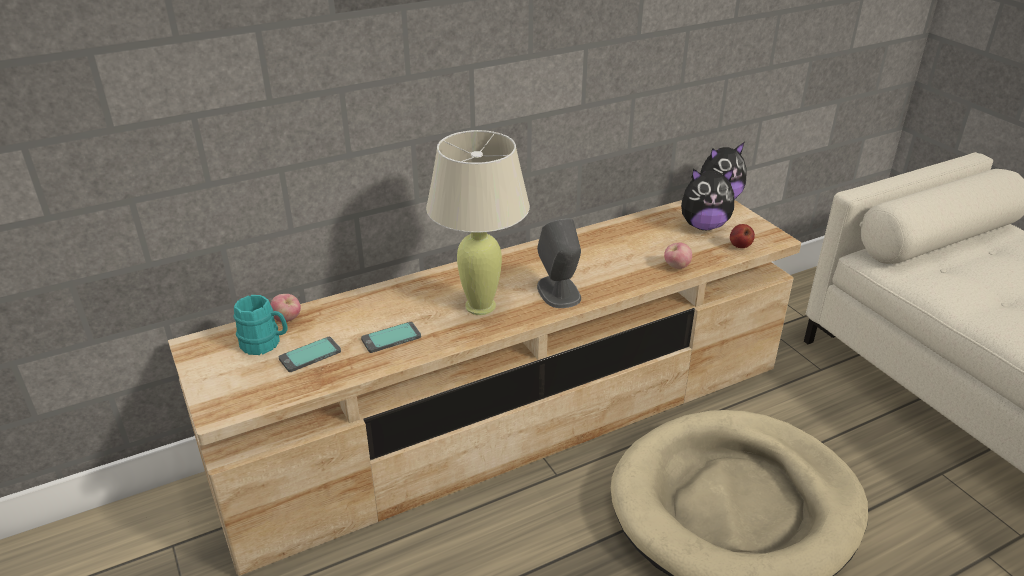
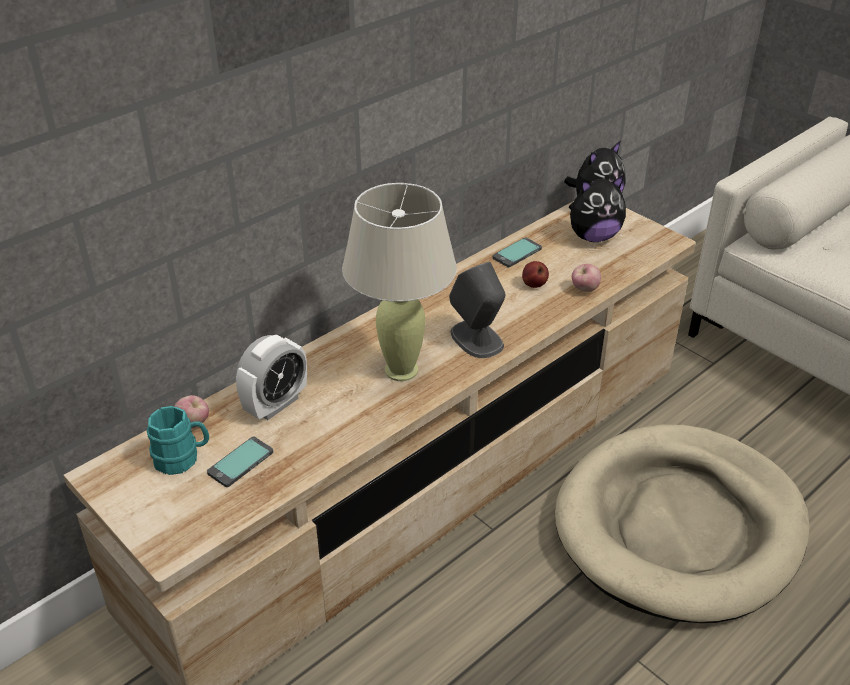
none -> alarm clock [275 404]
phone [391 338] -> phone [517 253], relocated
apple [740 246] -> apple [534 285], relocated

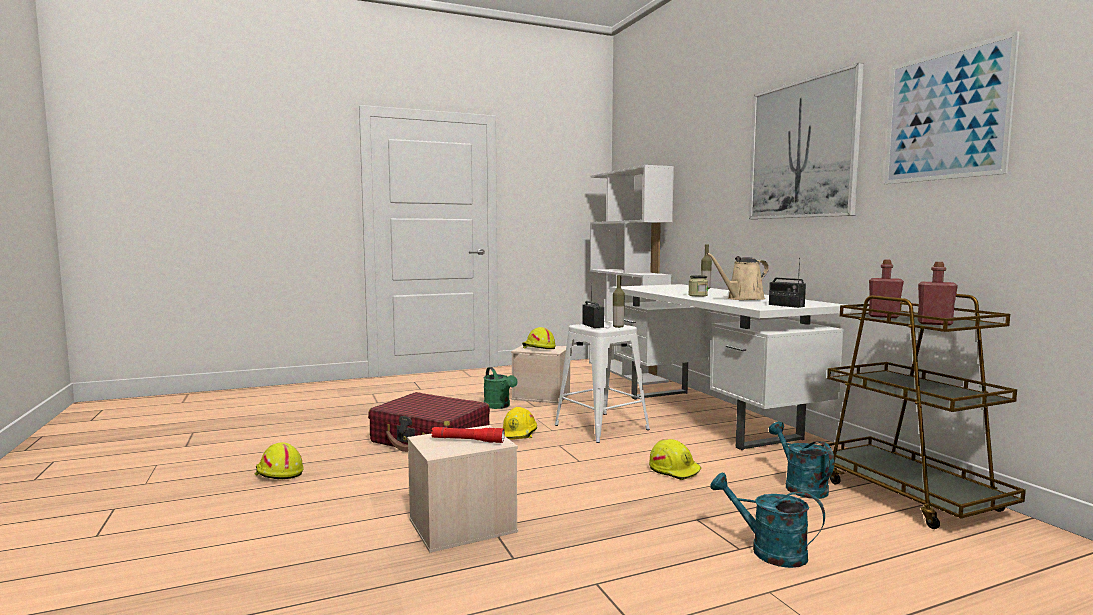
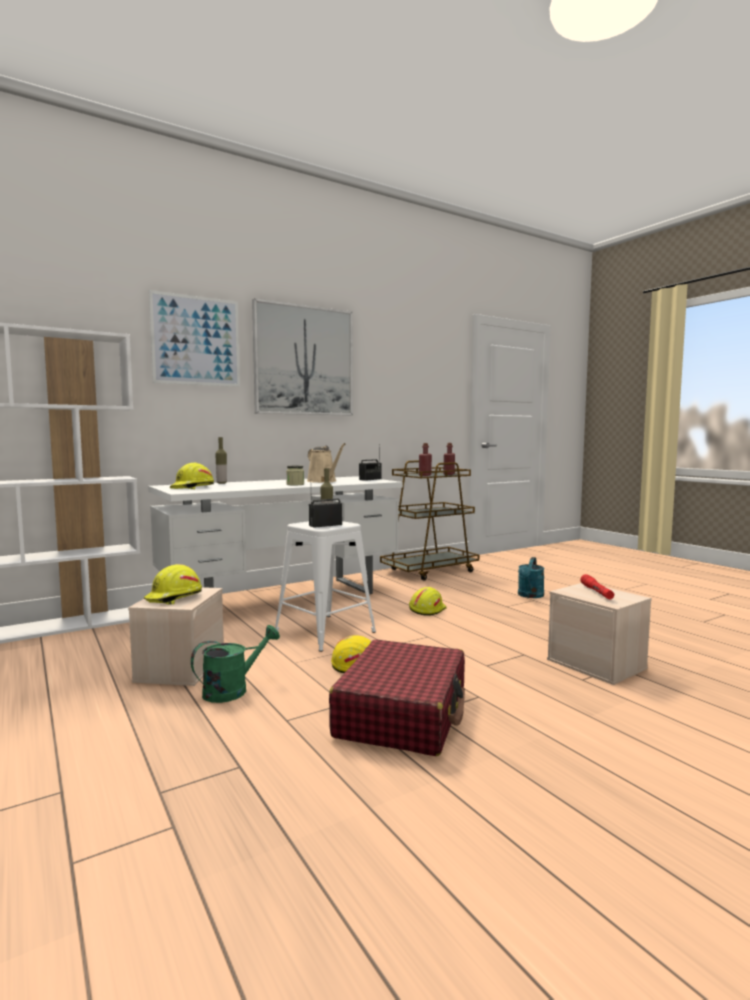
picture [945 115] -> picture [196 341], relocated
yellow hard hat [278 473] -> yellow hard hat [193 488], relocated
turquoise watering can [800 486] -> none

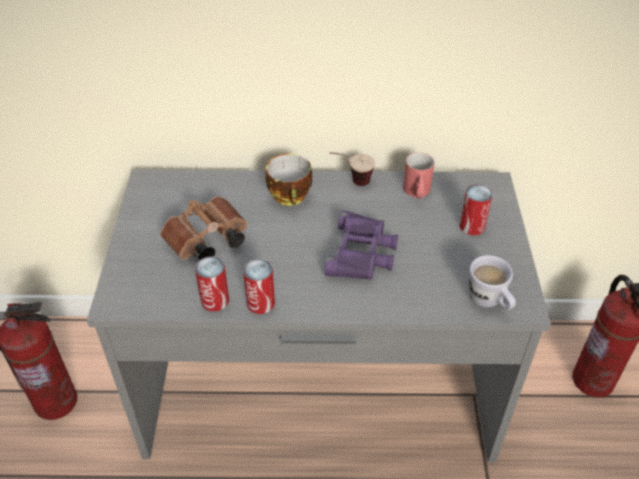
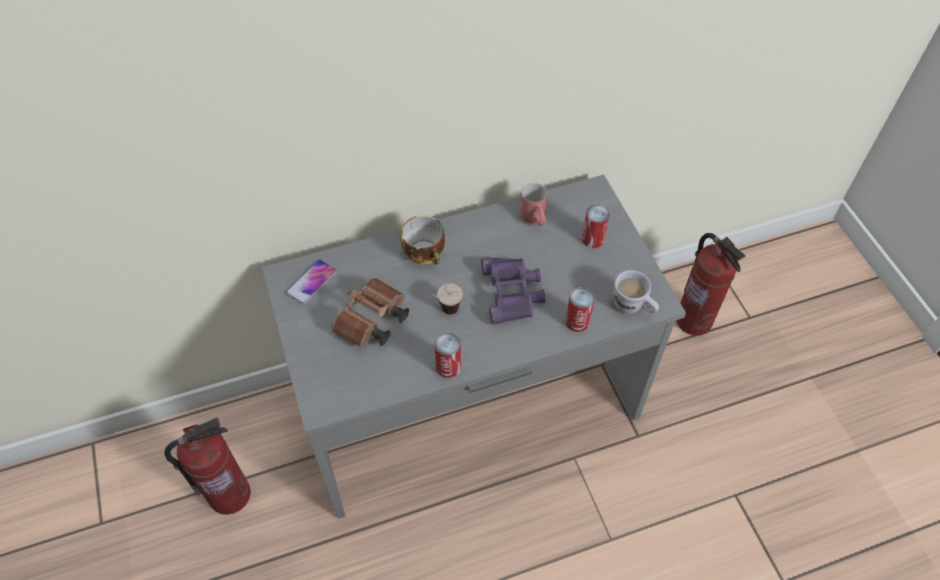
none -> phone [311 282]
cup [351 182] -> cup [441 312], relocated
can [215 300] -> can [577 321], relocated

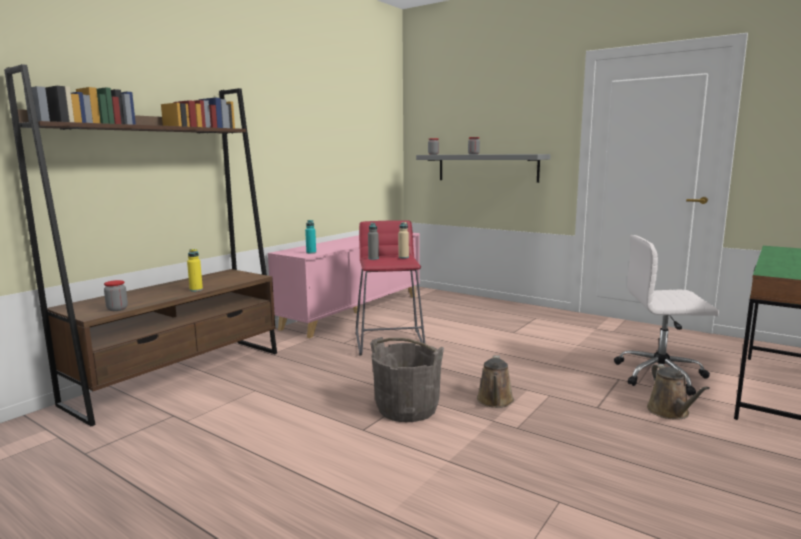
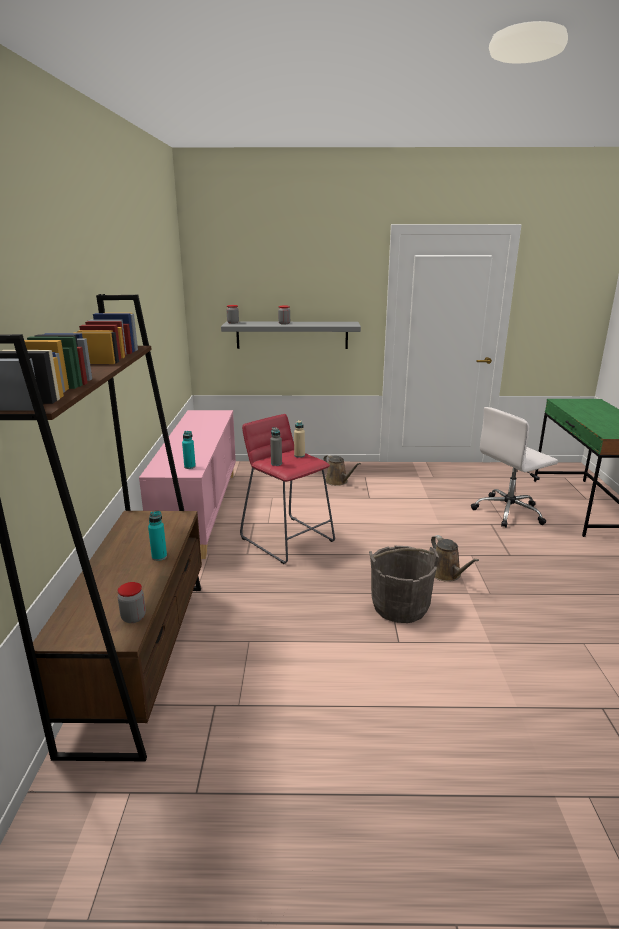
yellow bottle [196 290] -> turquoise bottle [159 557]
brown watering can [670 412] -> brown watering can [338 482], relocated

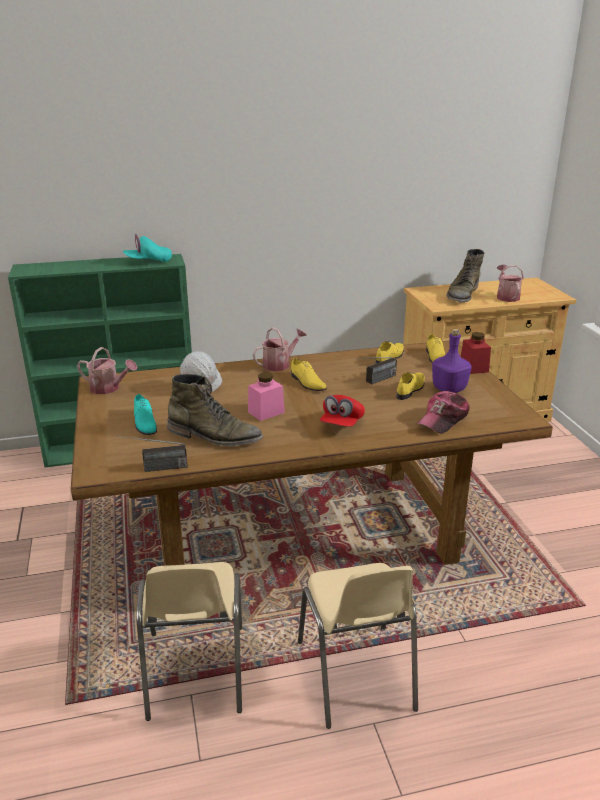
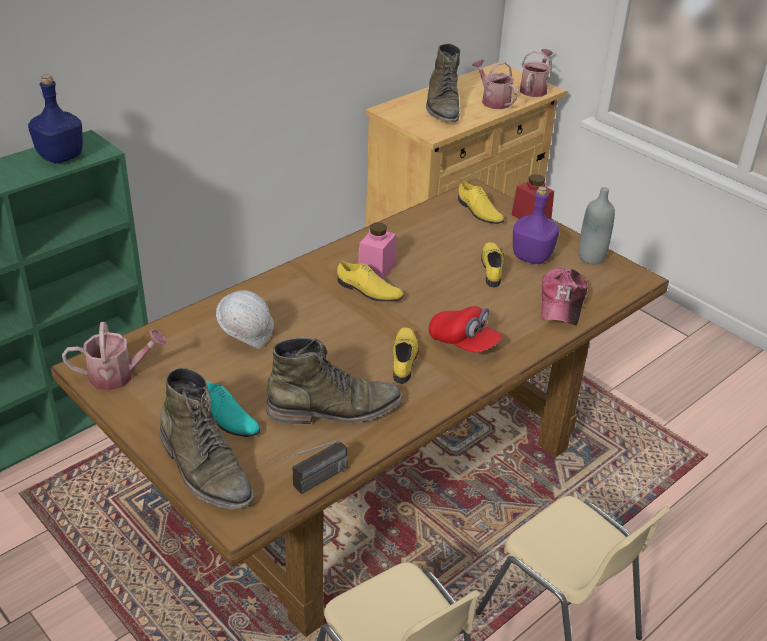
turquoise cap [148 262] -> blue bottle [61 157]
none -> green boot [205 469]
pink jar [266 412] -> pink jar [376 268], relocated
yellow shoe [390 357] -> yellow shoe [405 358], relocated
red cap [342 424] -> red cap [463 343], 45 degrees counterclockwise
watering can [279 364] -> watering can [534 89], relocated
none -> grey bottle [591 257]
radio [375 381] -> none

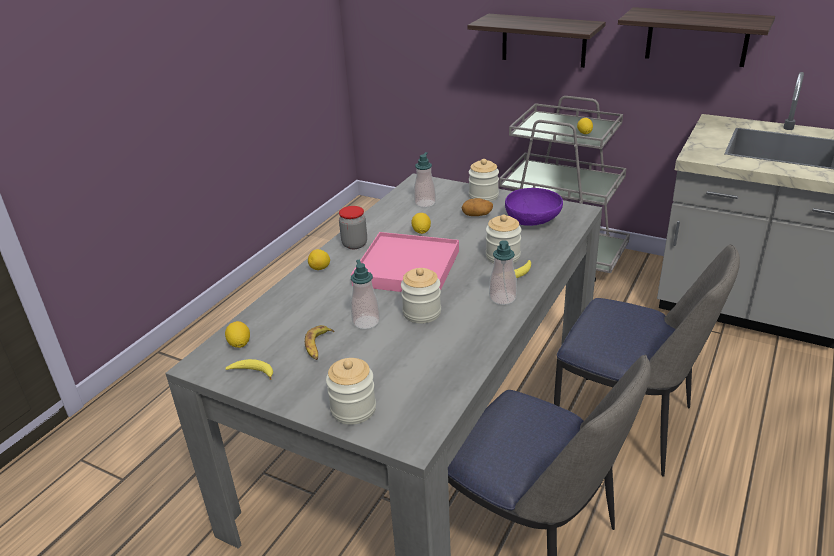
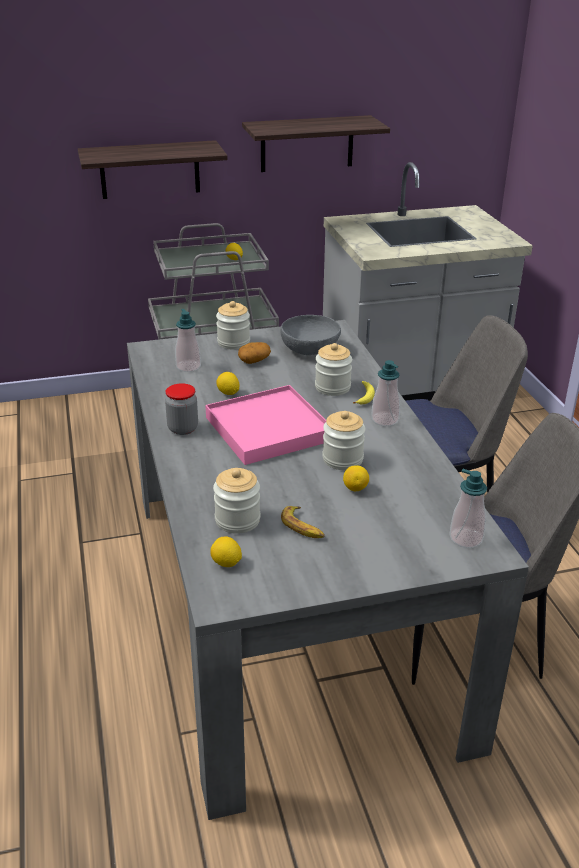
jar [353 409] -> jar [237 520], relocated
purple bowl [533 221] -> grey bowl [310 350]
lemon [320 268] -> lemon [355 488], relocated
soap dispenser [366 322] -> soap dispenser [466 538], relocated
banana [252 372] -> none

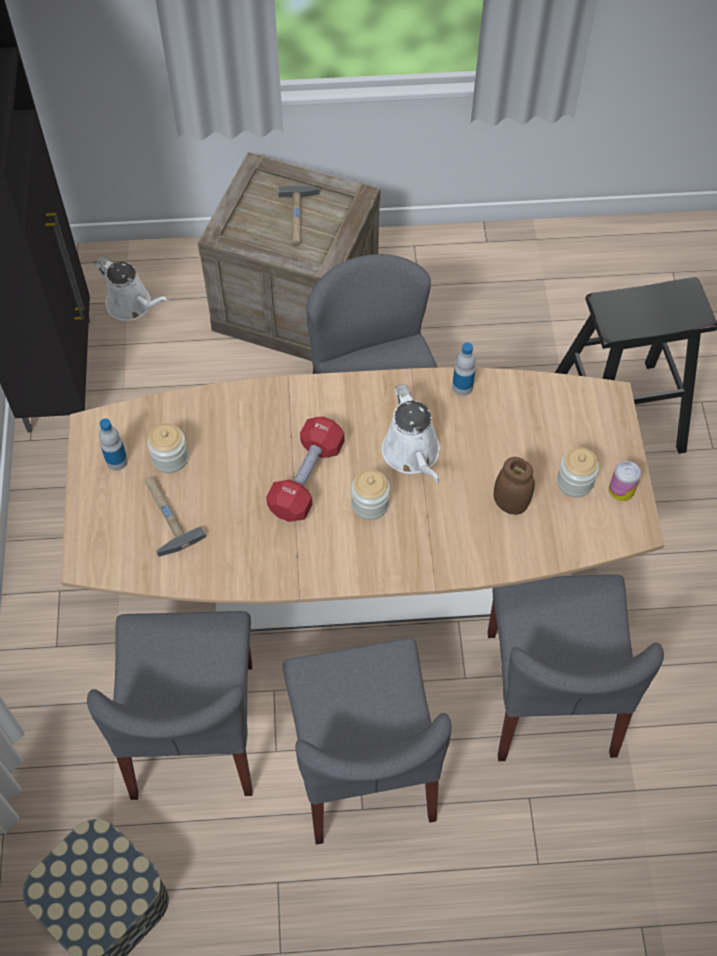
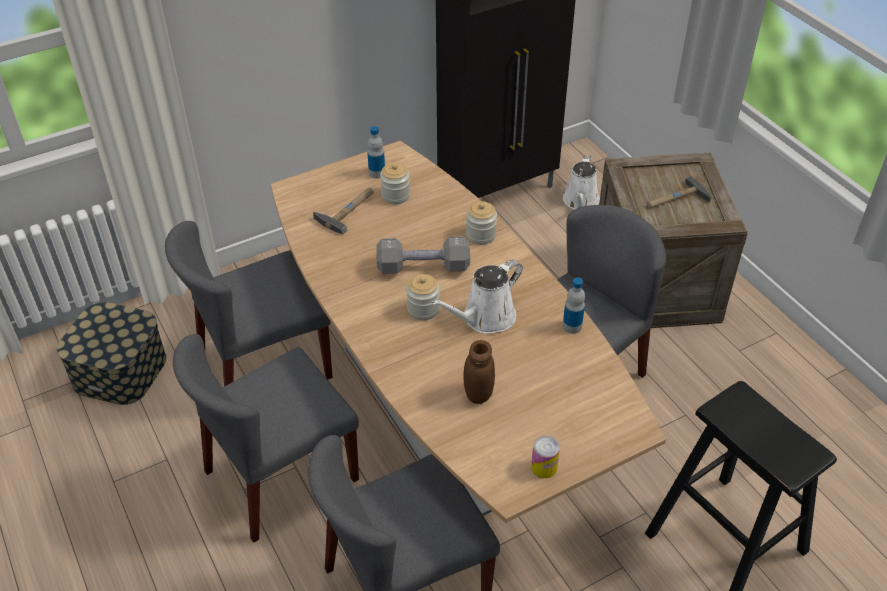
red dumbbell [306 478] -> grey dumbbell [423 267]
jar [575 482] -> jar [481 235], relocated

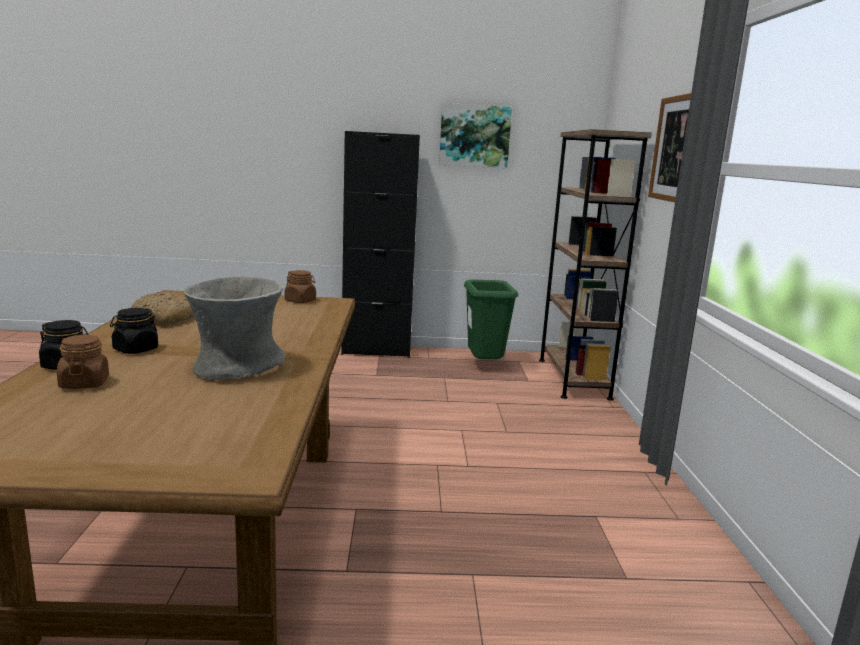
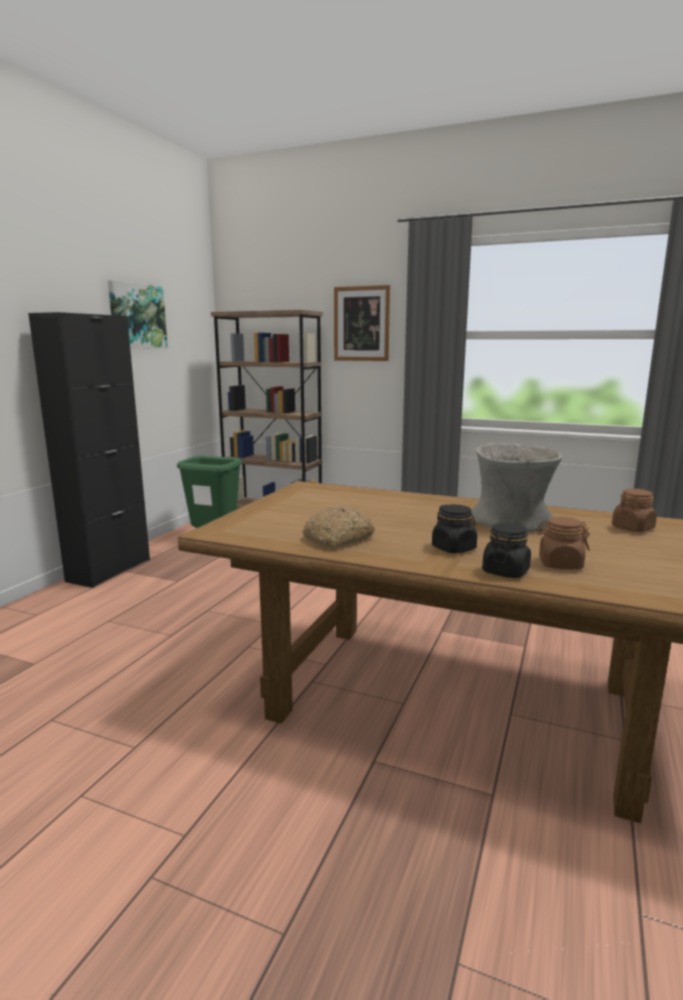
brown jar [300 301] -> brown jar [632 528], relocated

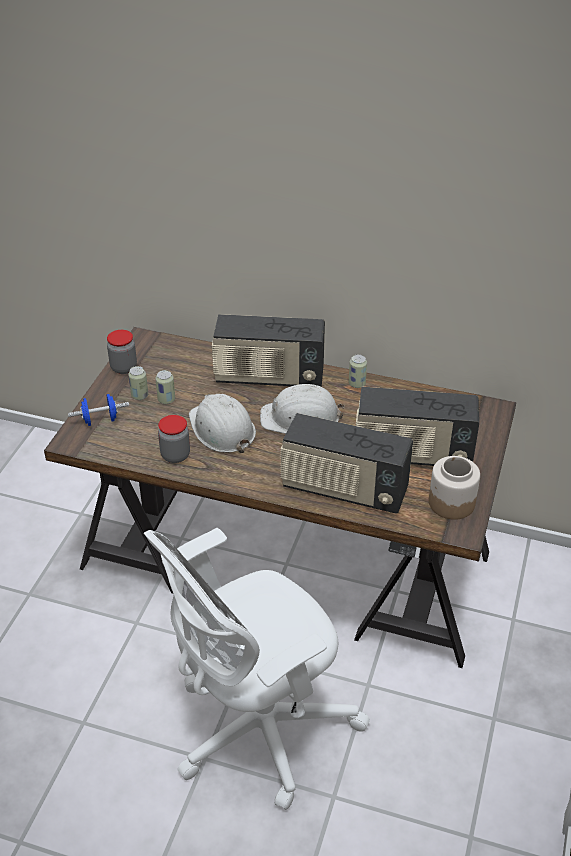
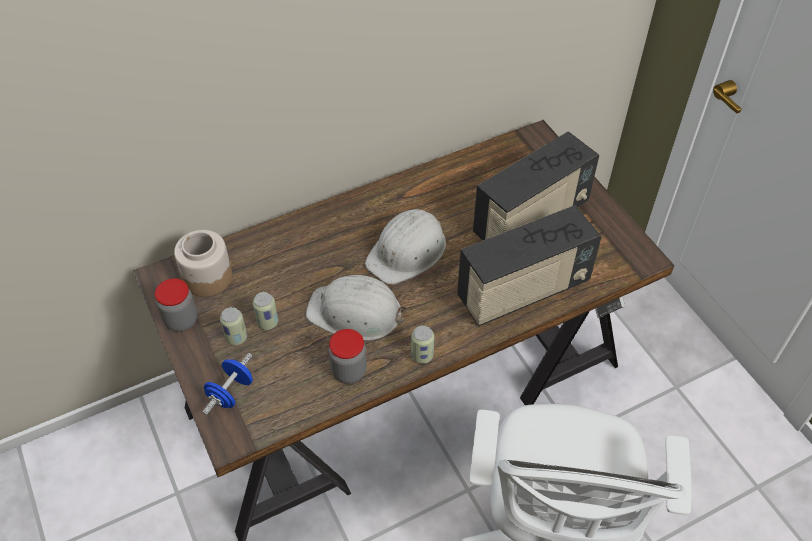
jar [451 502] -> jar [207 277], relocated
can [357 384] -> can [422 356], relocated
radio [269 377] -> none

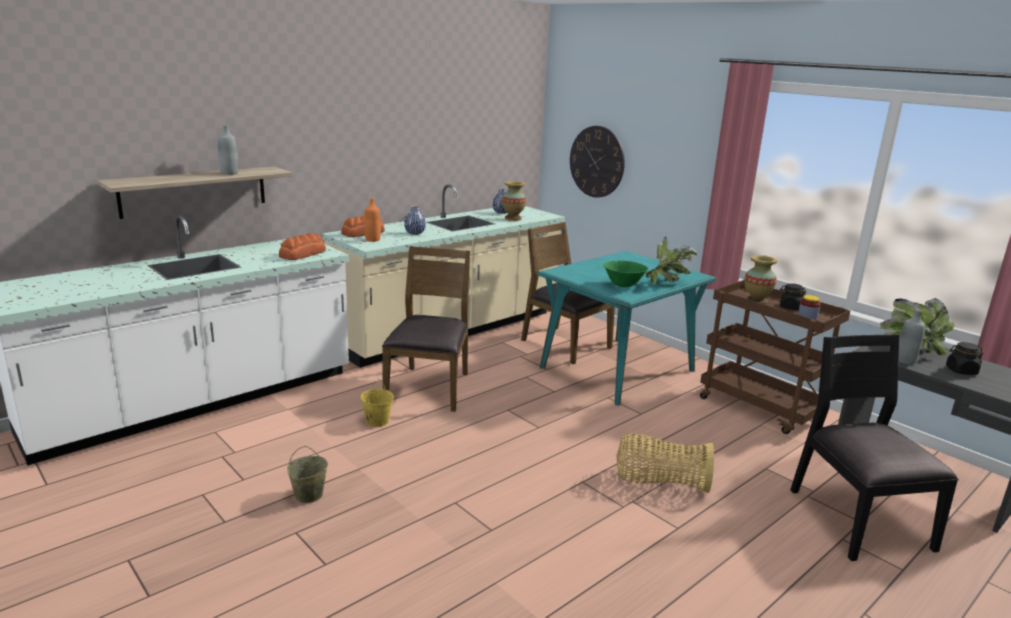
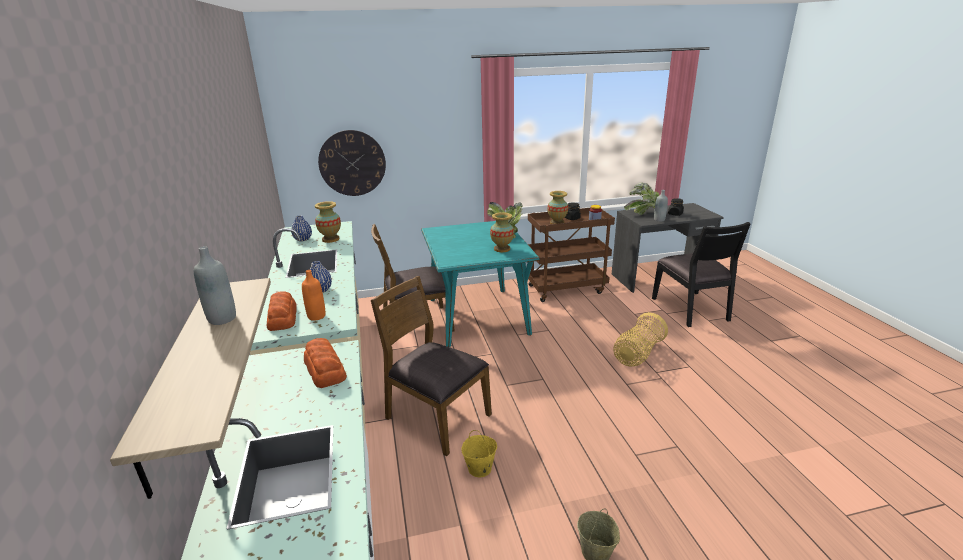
green bowl [623 286] -> vase [502 249]
black chair [856 518] -> black chair [691 309], 120 degrees counterclockwise

